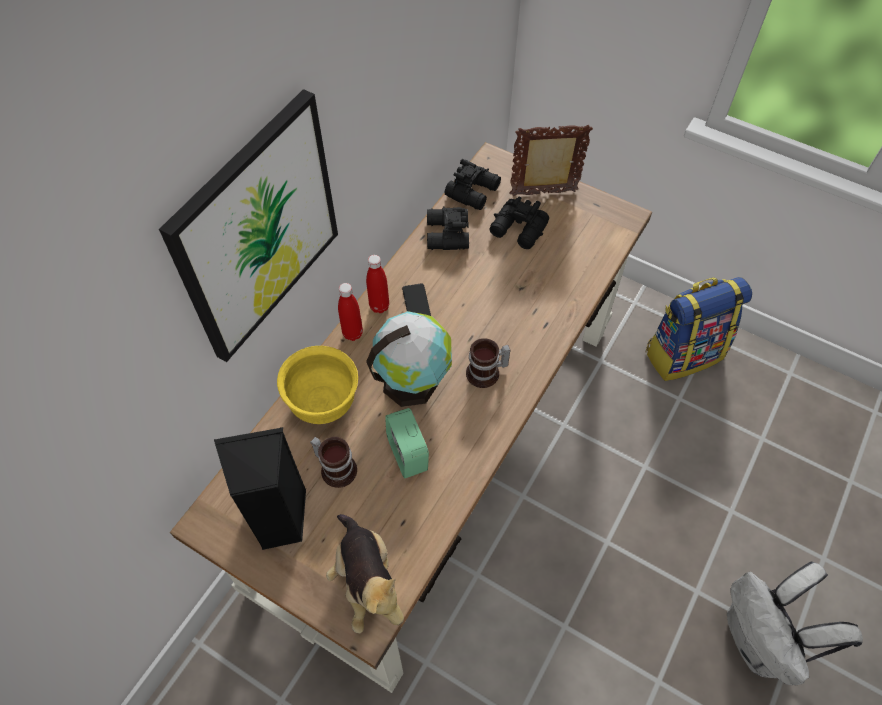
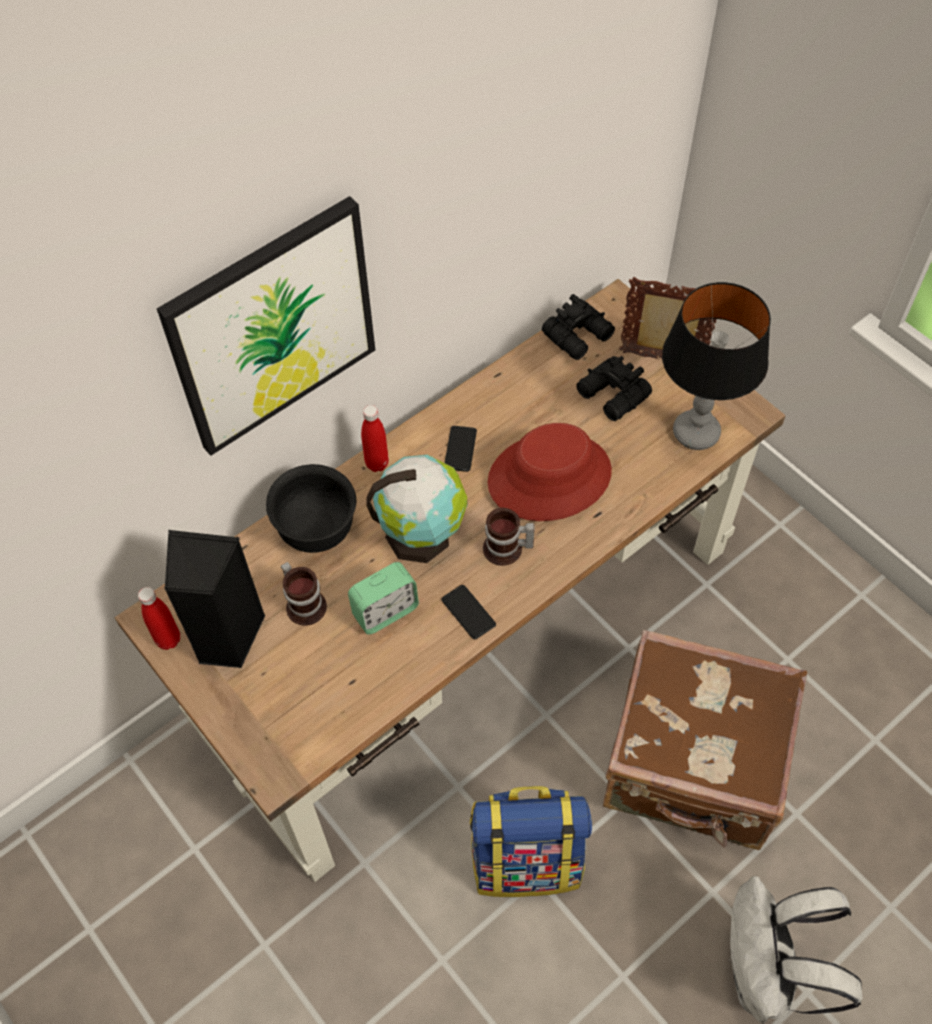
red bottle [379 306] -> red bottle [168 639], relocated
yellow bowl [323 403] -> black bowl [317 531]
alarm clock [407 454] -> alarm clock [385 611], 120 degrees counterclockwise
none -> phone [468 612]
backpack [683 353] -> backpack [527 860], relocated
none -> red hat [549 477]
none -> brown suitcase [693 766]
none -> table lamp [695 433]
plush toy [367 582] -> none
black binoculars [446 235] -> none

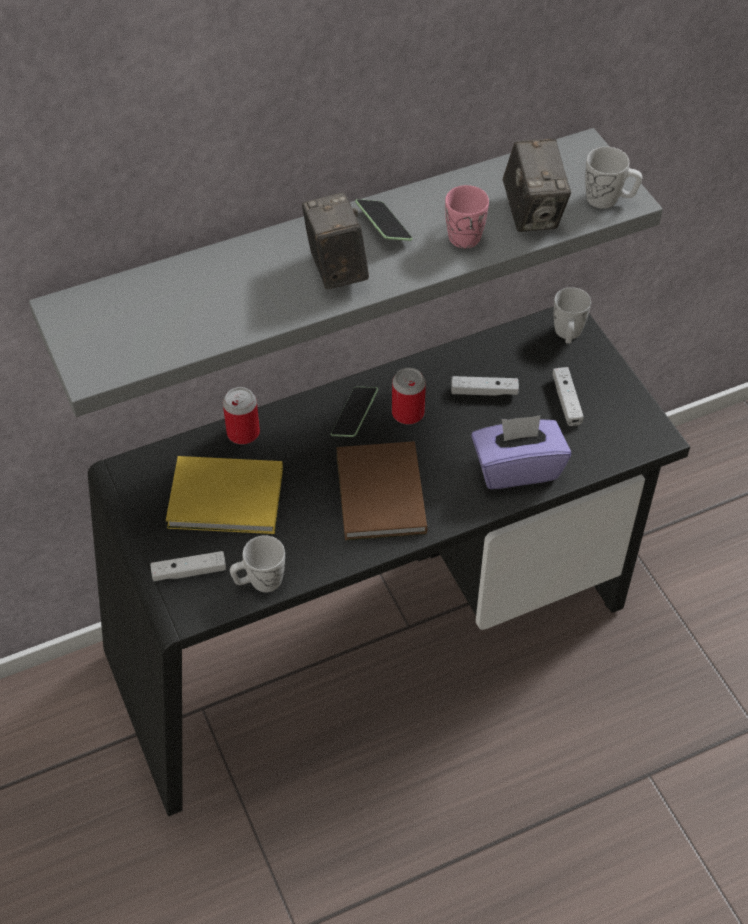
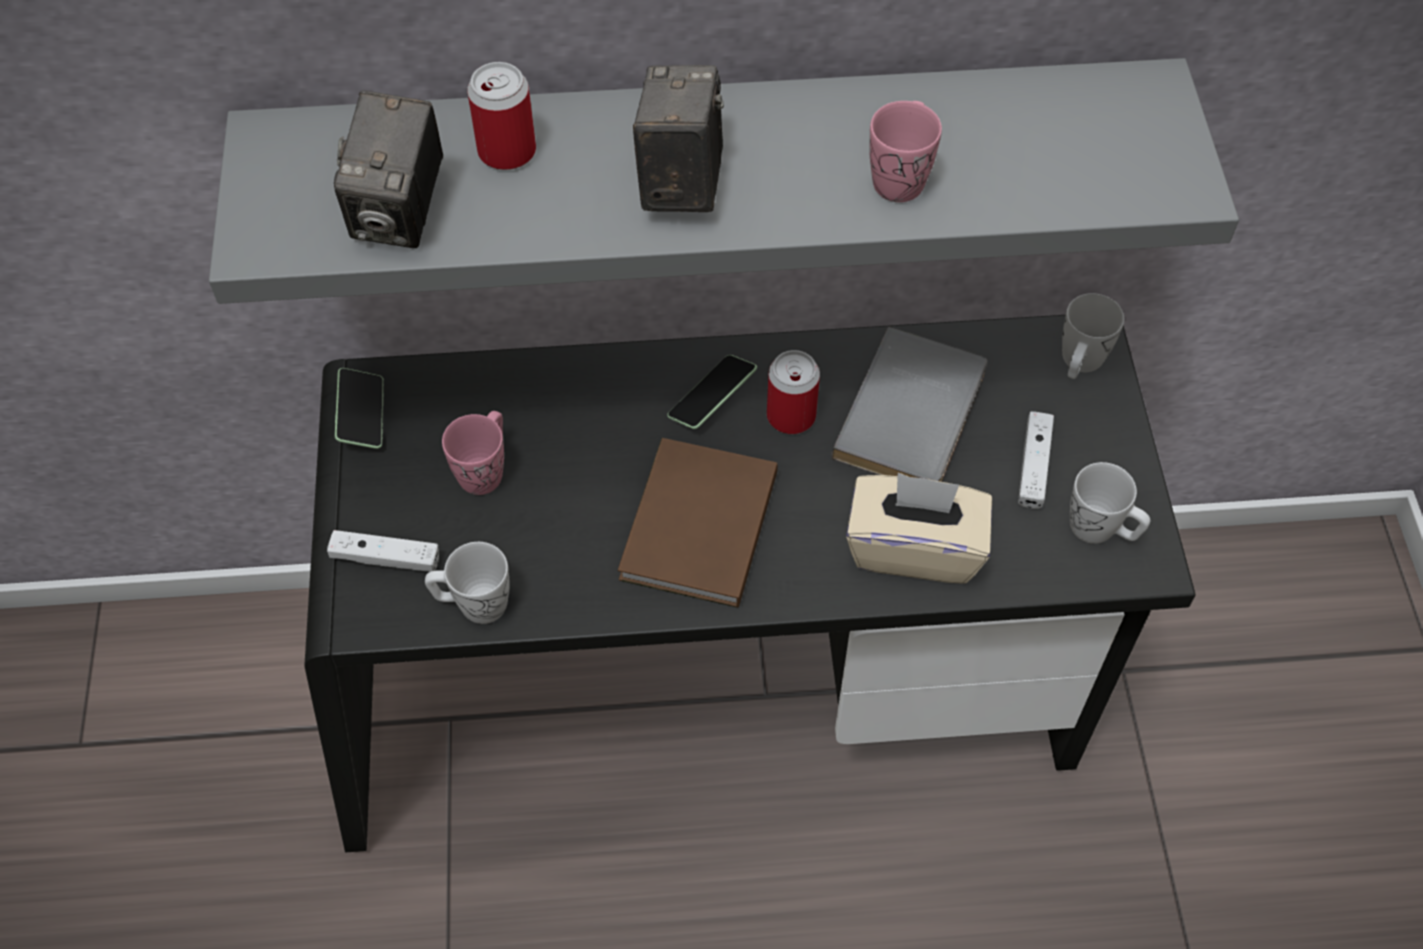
photo camera [532 213] -> photo camera [400 212], relocated
phone [383 228] -> phone [362 416], relocated
yellow book [229 500] -> pink mug [485 469]
can [243 433] -> can [507 151], relocated
white game controller [484 391] -> grey book [916 415]
purple tissue box [517 468] -> beige tissue box [914 547]
white mug [609 199] -> white mug [1101 530], relocated

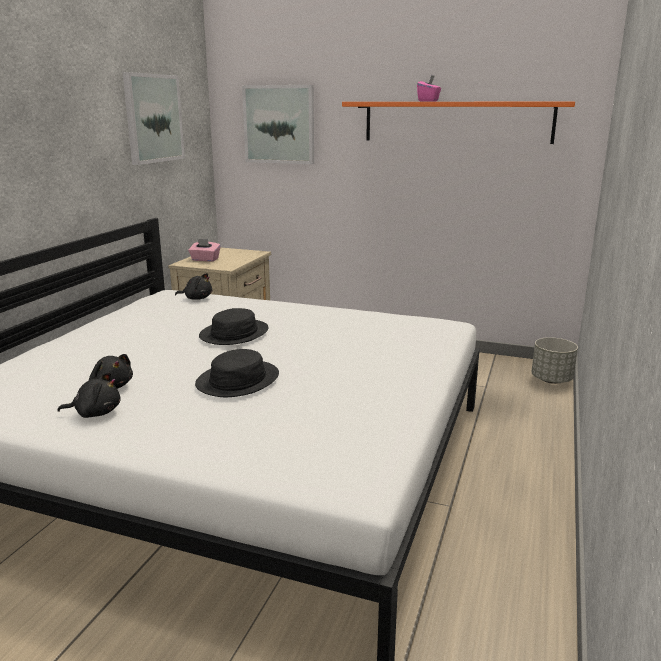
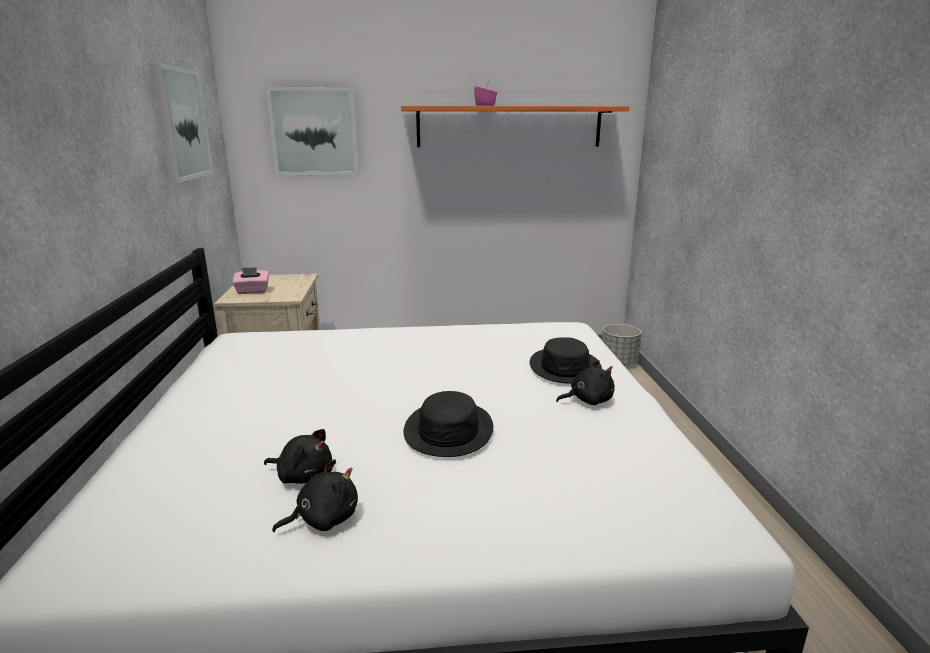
black hat [234 333] -> black hat [565 367], relocated
black plush toy [197 298] -> black plush toy [588 400], relocated

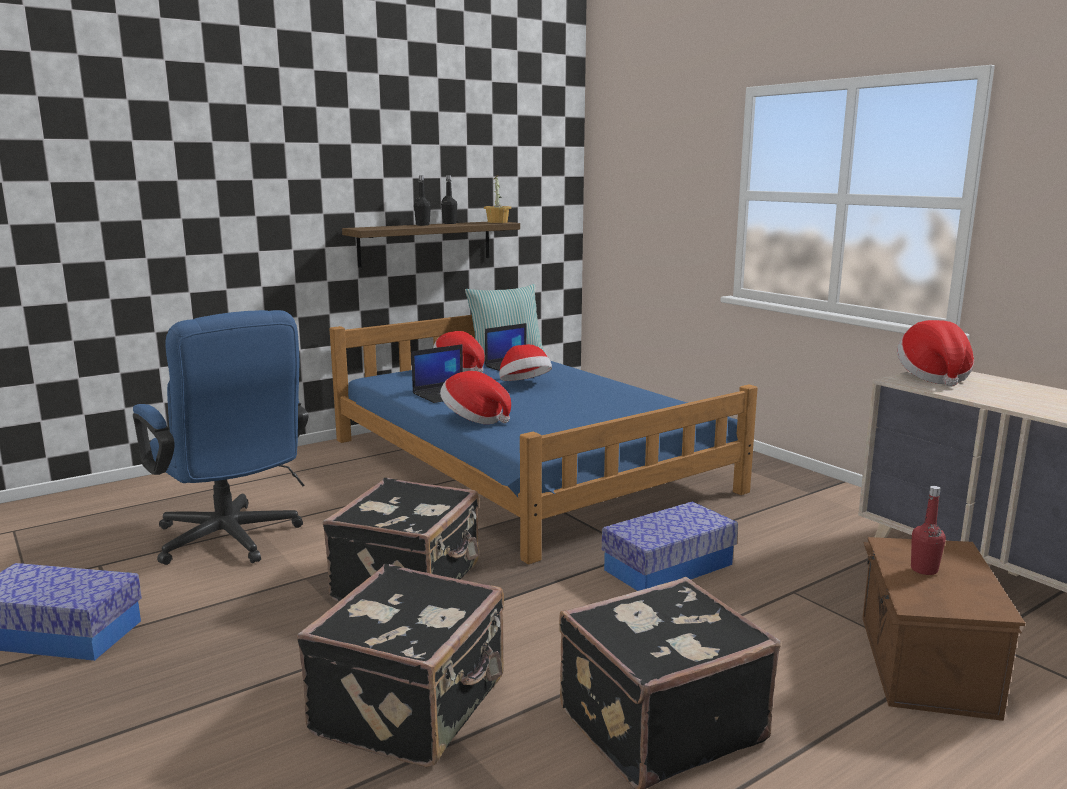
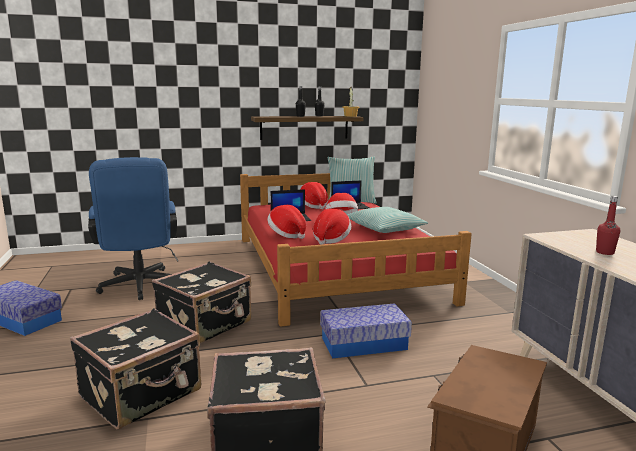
blue bed [527 464] -> red bed [335 268]
hat [933 377] -> hat [330 239], relocated
none -> pillow [384 228]
red bottle [924 570] -> red bottle [605 252], relocated

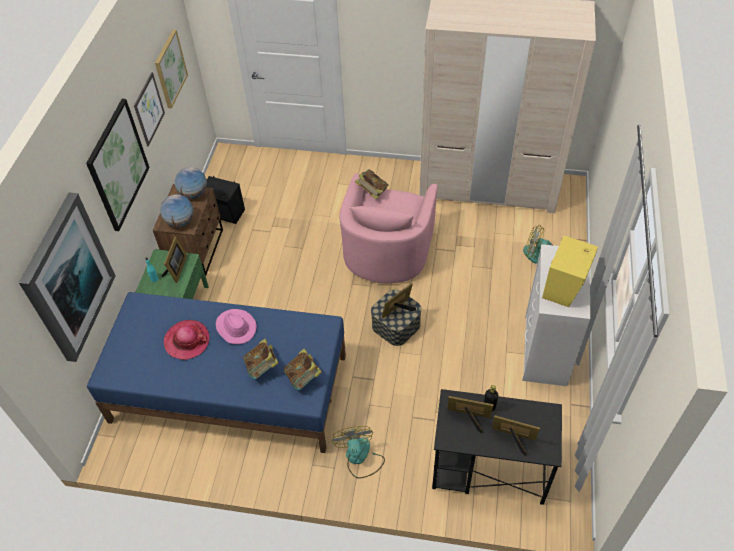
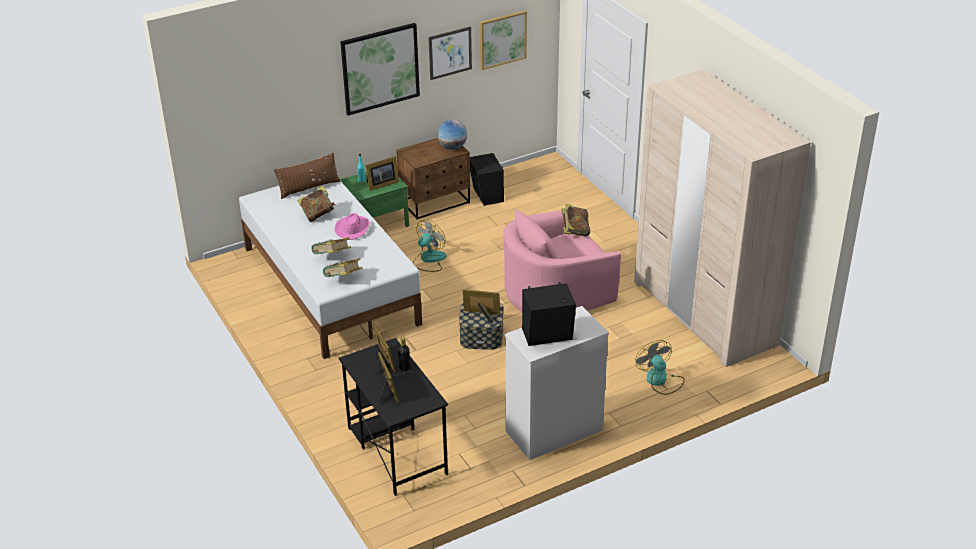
blue bed [229 387] -> white bed [331 285]
none -> brown pillow [309 188]
hat [187 341] -> book [317 215]
fan [360 457] -> fan [429 260], relocated
yellow speaker [564 287] -> black speaker [548 335]
picture [67 278] -> none
globe [180 222] -> none

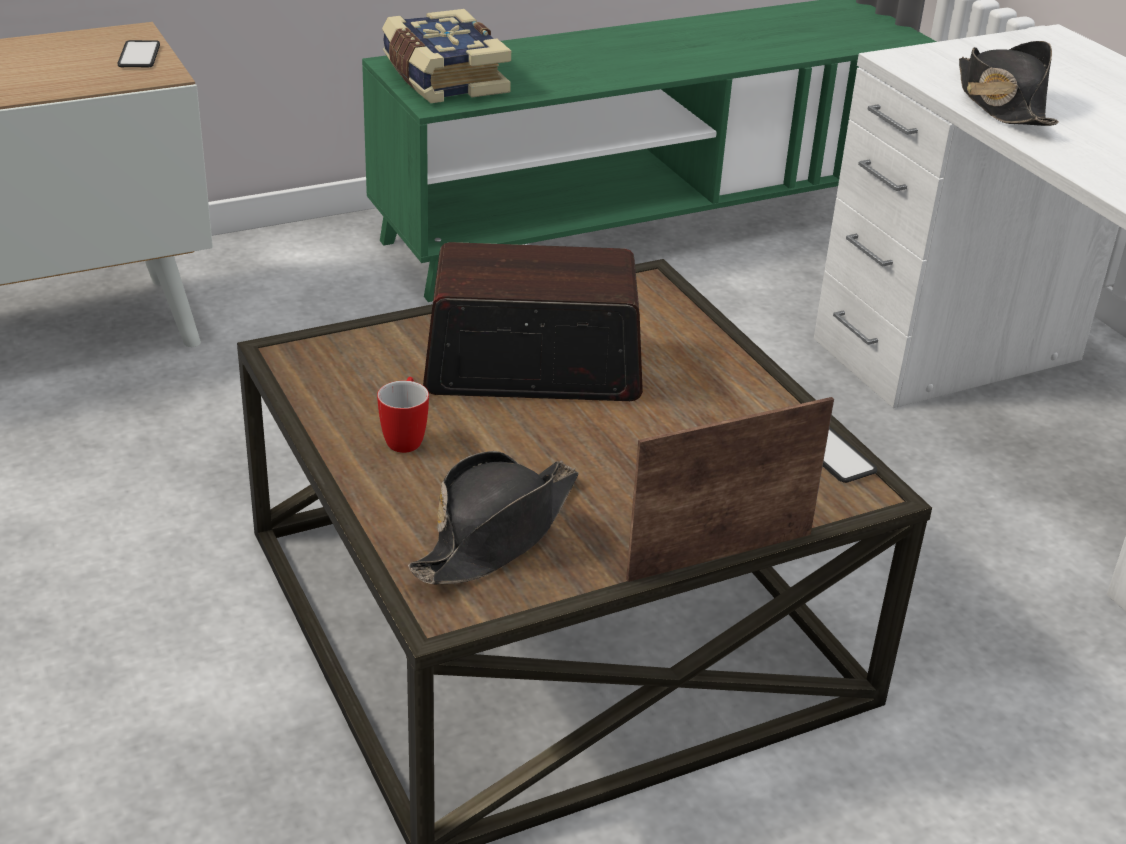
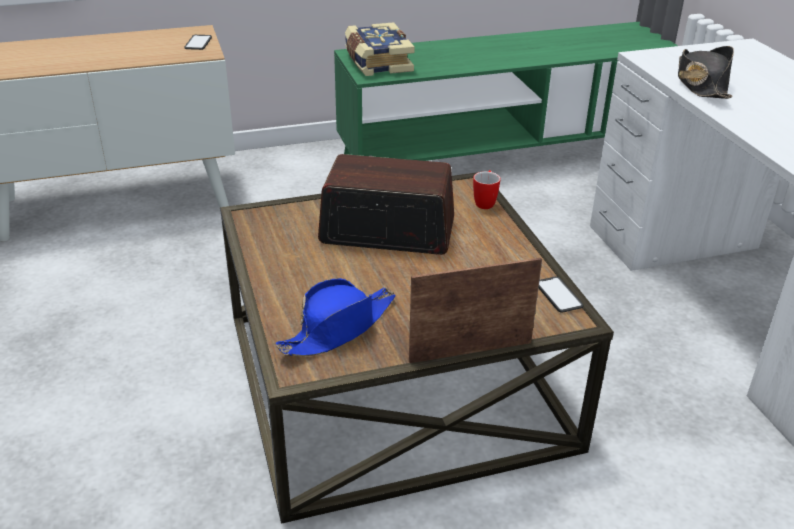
black hat [497 533] -> blue hat [339 328]
mug [405 437] -> mug [485 202], relocated

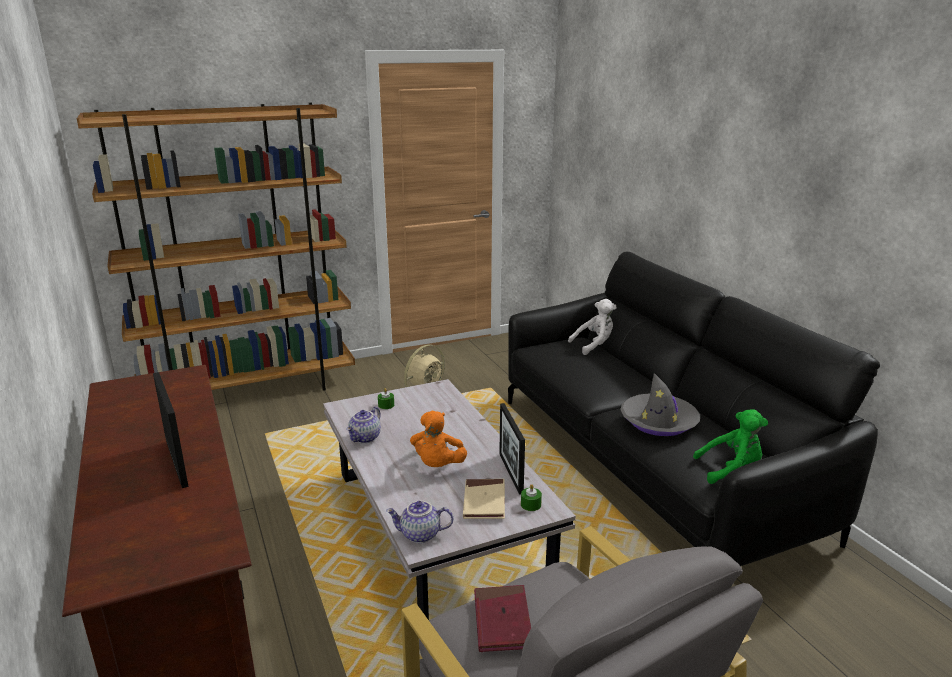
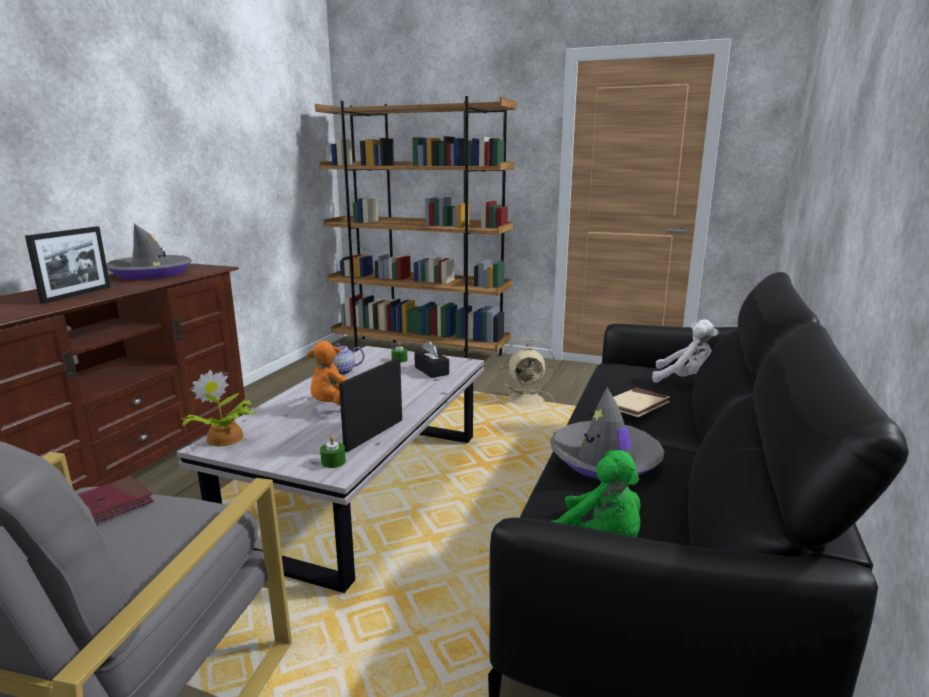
none -> grey hat [151 274]
teapot [420 535] -> potted plant [224 439]
none -> black tissue box [431 370]
beige book [484 502] -> beige book [636 405], relocated

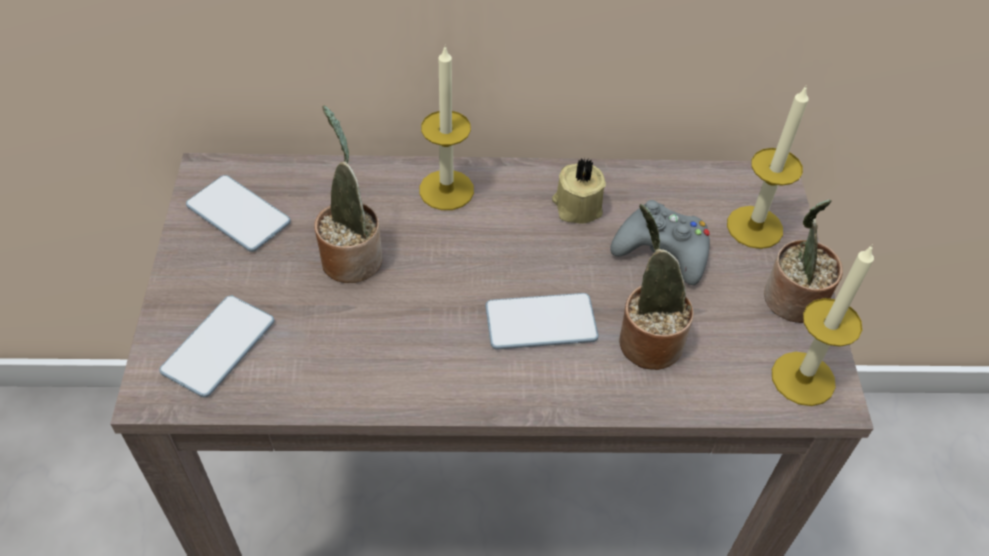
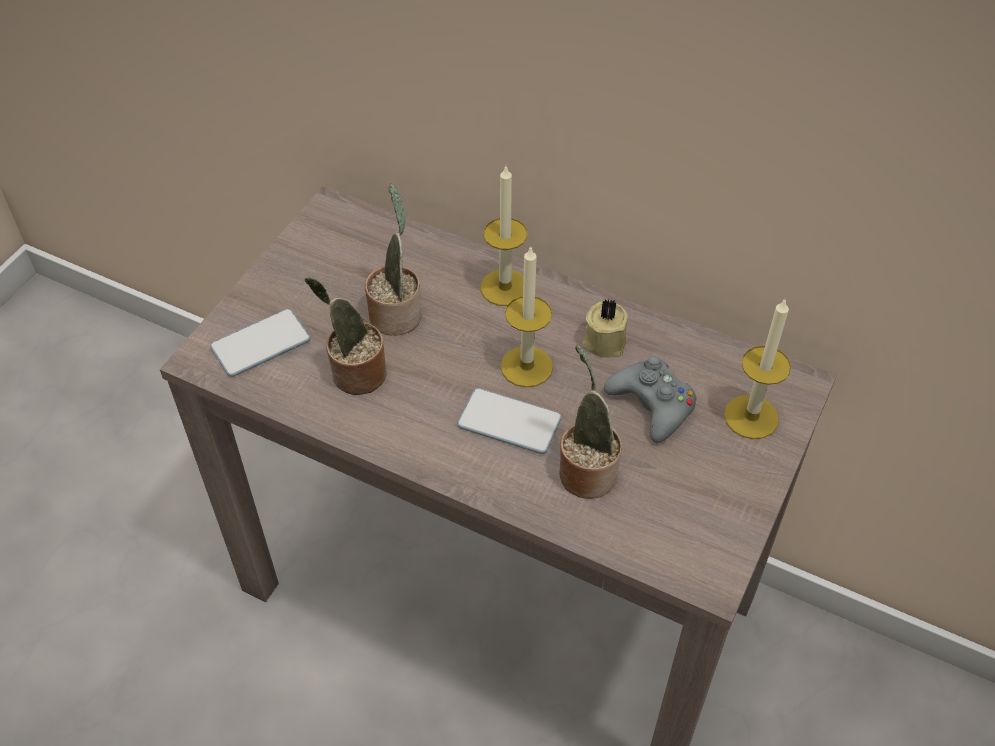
potted plant [791 301] -> potted plant [355 374], relocated
candle [803 378] -> candle [526 366], relocated
phone [238 214] -> none

